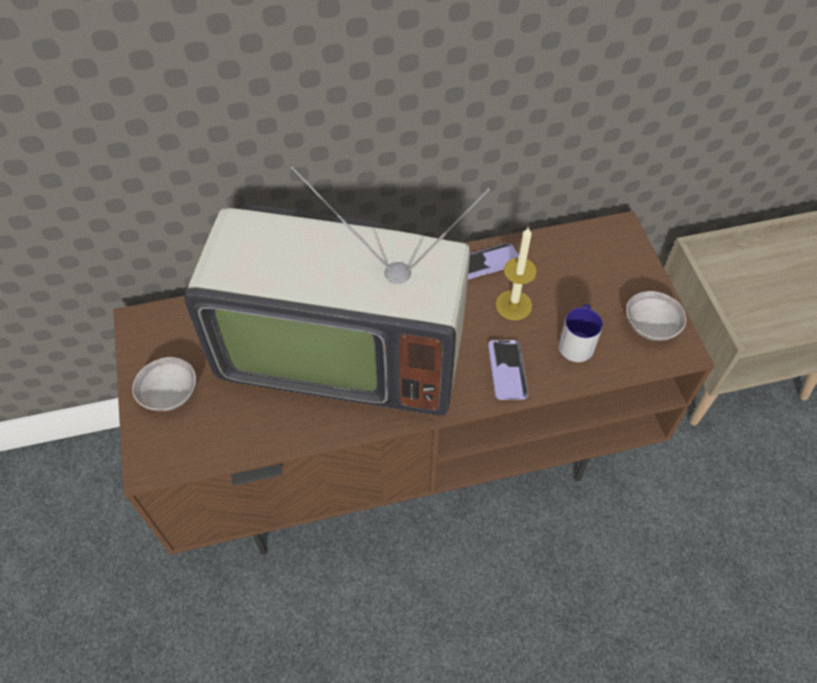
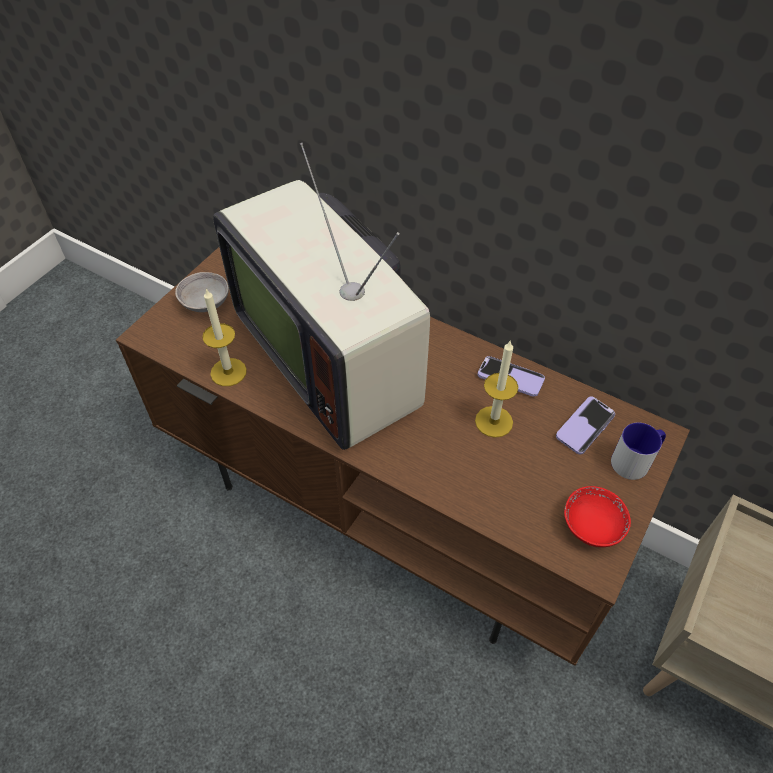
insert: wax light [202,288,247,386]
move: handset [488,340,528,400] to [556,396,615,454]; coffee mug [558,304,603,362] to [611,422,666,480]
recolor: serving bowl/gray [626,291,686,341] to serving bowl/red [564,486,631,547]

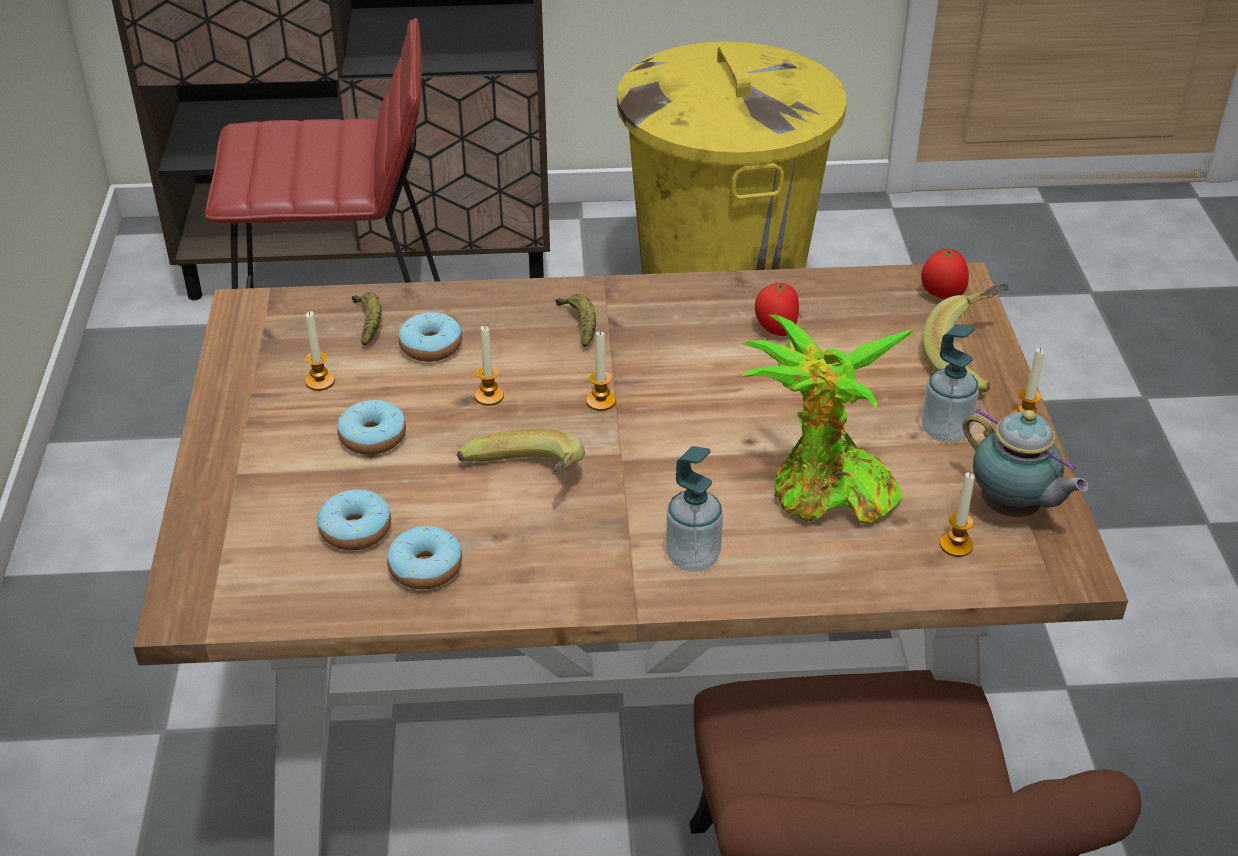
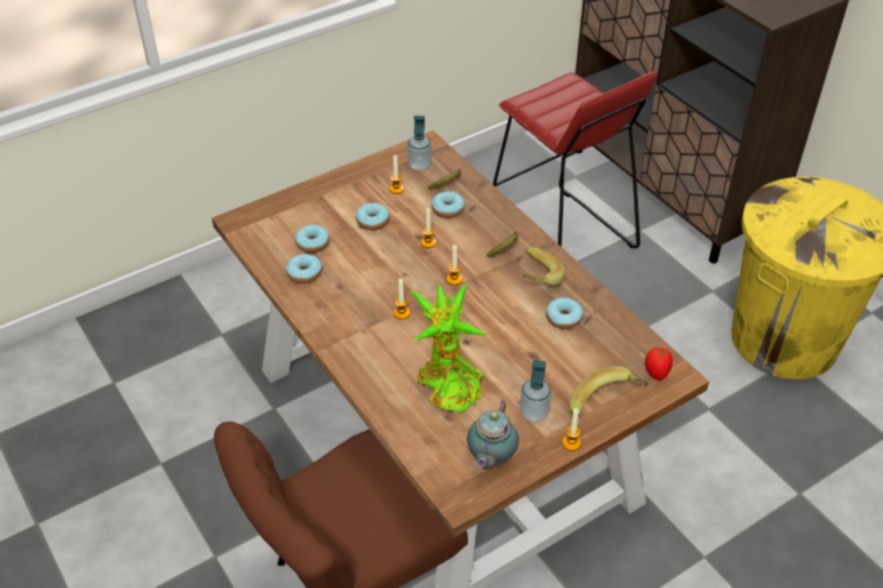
move: banana [457,428,585,474] to [523,247,565,285]; soap dispenser [666,446,723,572] to [407,115,432,171]; wax light [940,472,975,557] to [394,278,410,319]
replace: fresh tomato [755,282,799,336] to donut [546,298,583,329]

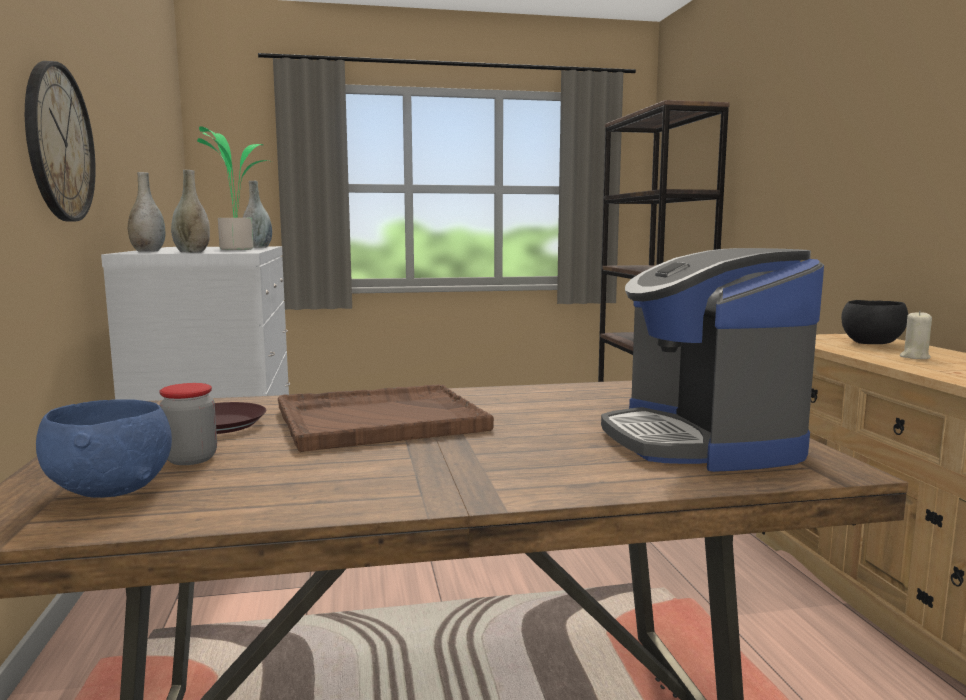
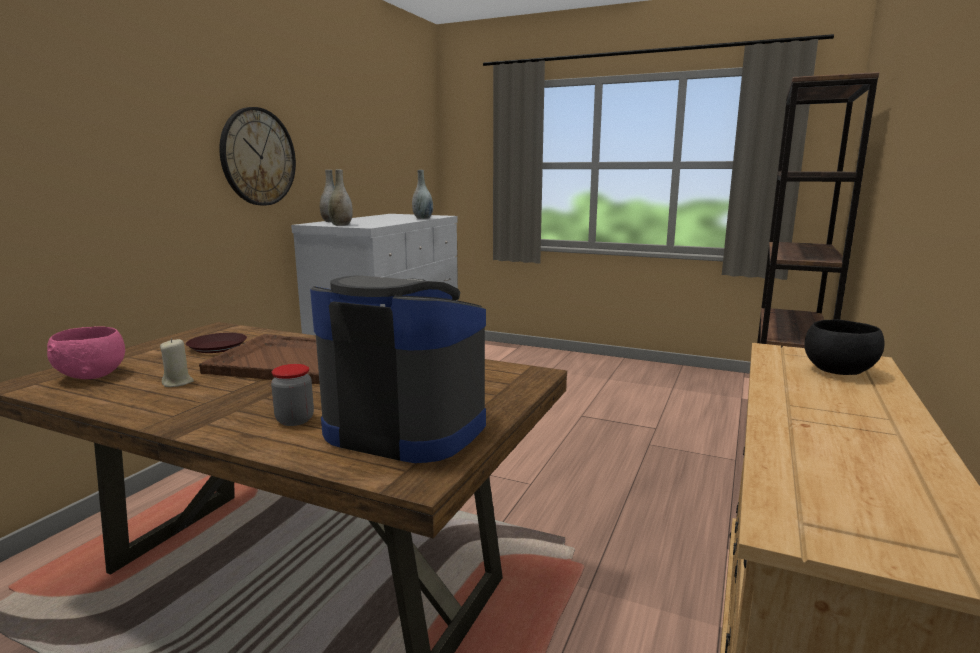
delete: plant in a pot [197,126,272,250]
move: preserve jar [159,383,217,465] to [271,364,314,426]; wax light/beige [900,311,932,359] to [160,338,194,387]
recolor: serving bowl/blue-coloured [36,399,172,498] to serving bowl/pinkish [47,326,125,379]
rotate: coffee machine [601,248,824,472] = [310,275,486,463] 90 degrees clockwise

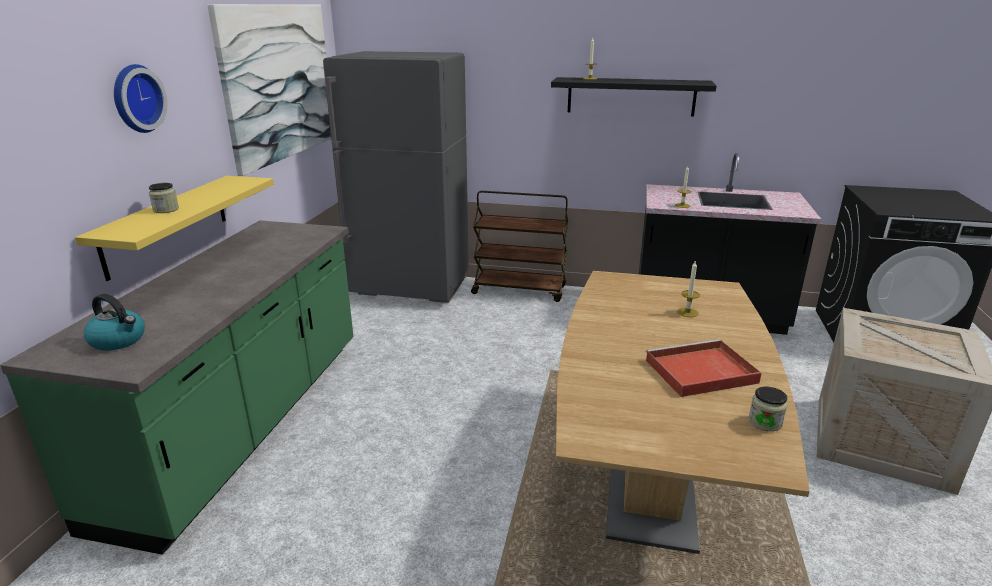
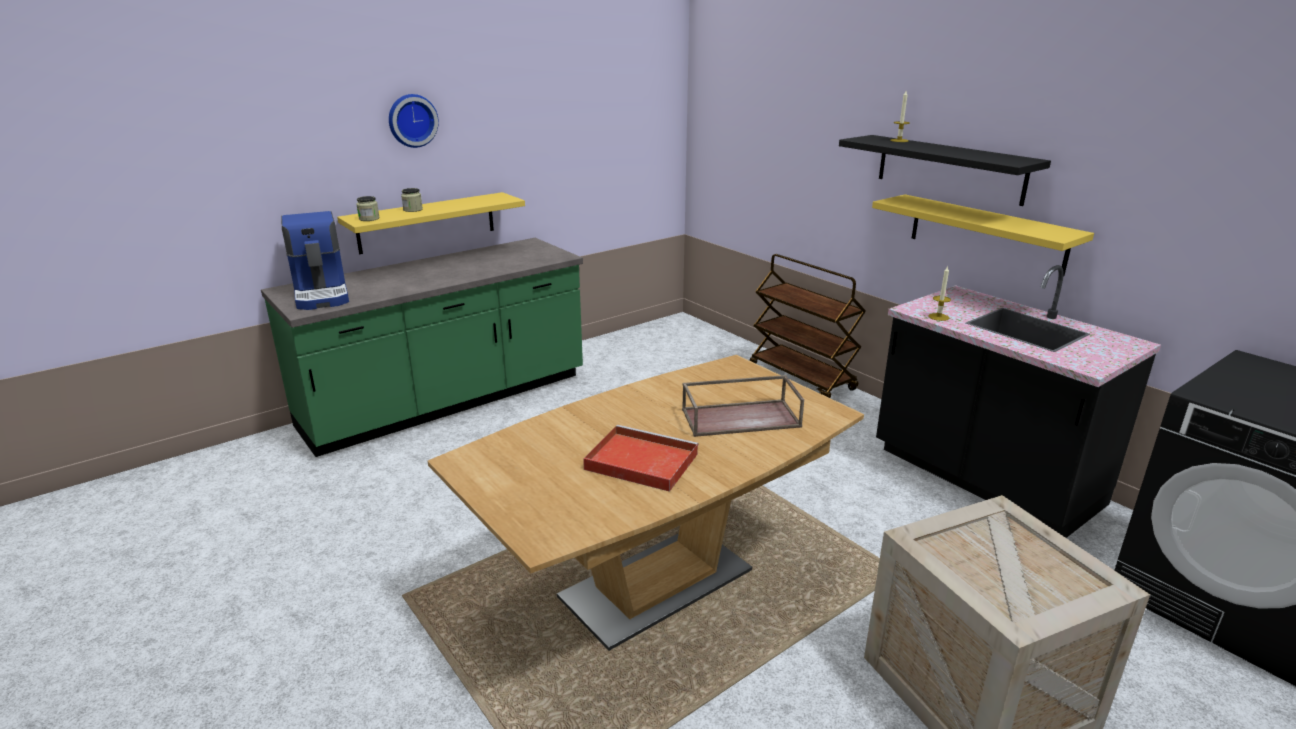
delete: wall picture [207,4,331,176]; fridge/gray [323,51,469,303]
insert: bracket shelf/yellow-coloured [872,194,1094,277]
move: preserve jar [749,387,787,432] to [356,196,379,221]
replace: water kettle [83,294,145,351] to coffee machine [281,211,349,310]; wax light [677,261,700,317] to carrying tray/brown [682,375,804,437]

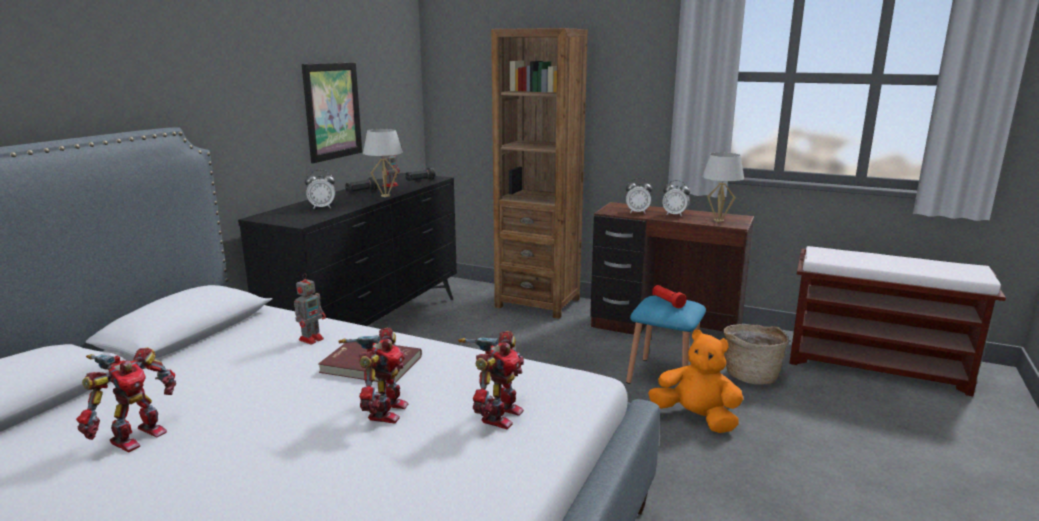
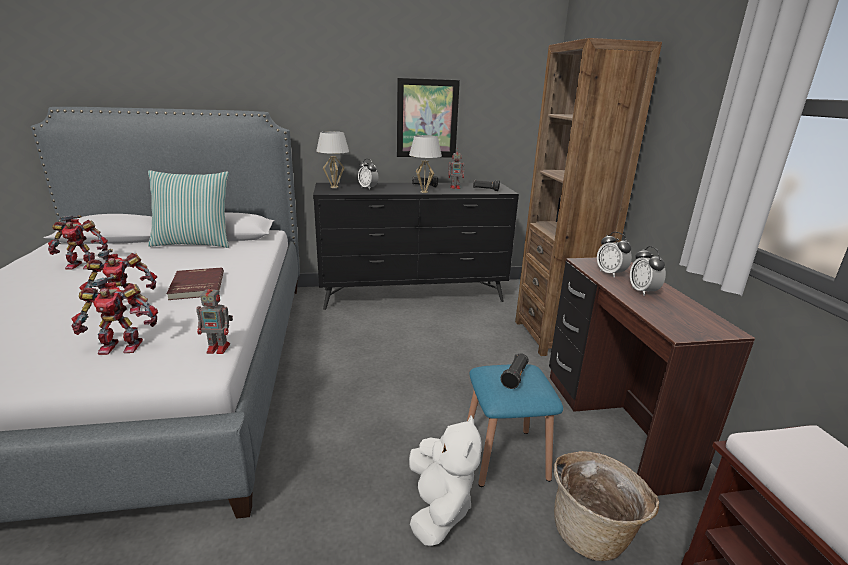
insert: throw pillow [148,170,229,248]
move: model robot [294,273,326,344] to [196,283,233,354]; tabletop lamp/white [702,153,744,222] to [316,131,349,188]
recolor: cuddly toy/orangey [648,330,743,433] to cuddly toy/white [409,416,481,546]; hand torch/red [652,285,686,308] to hand torch/blackish [500,353,529,389]

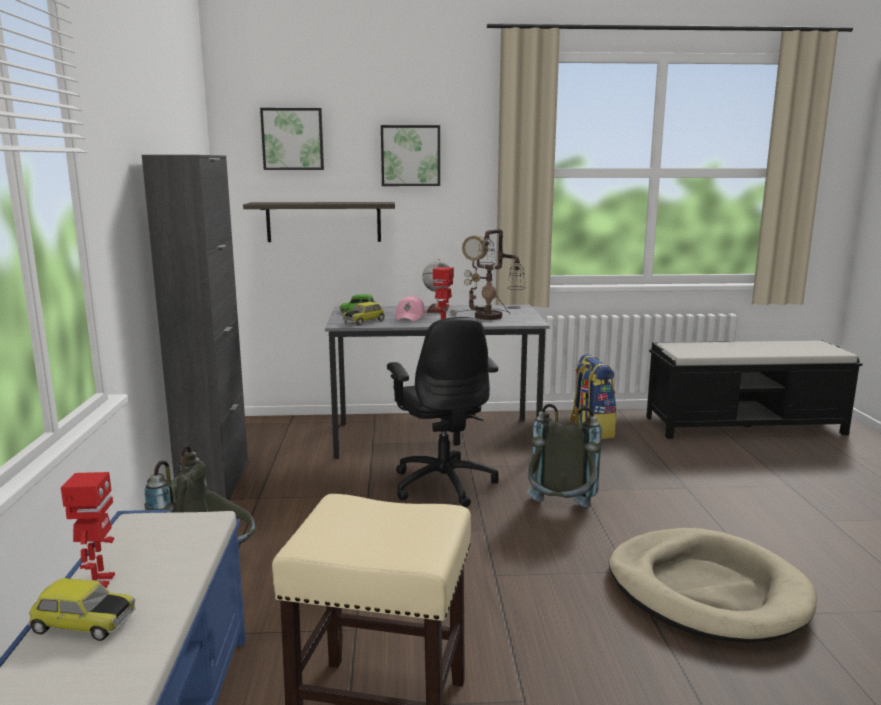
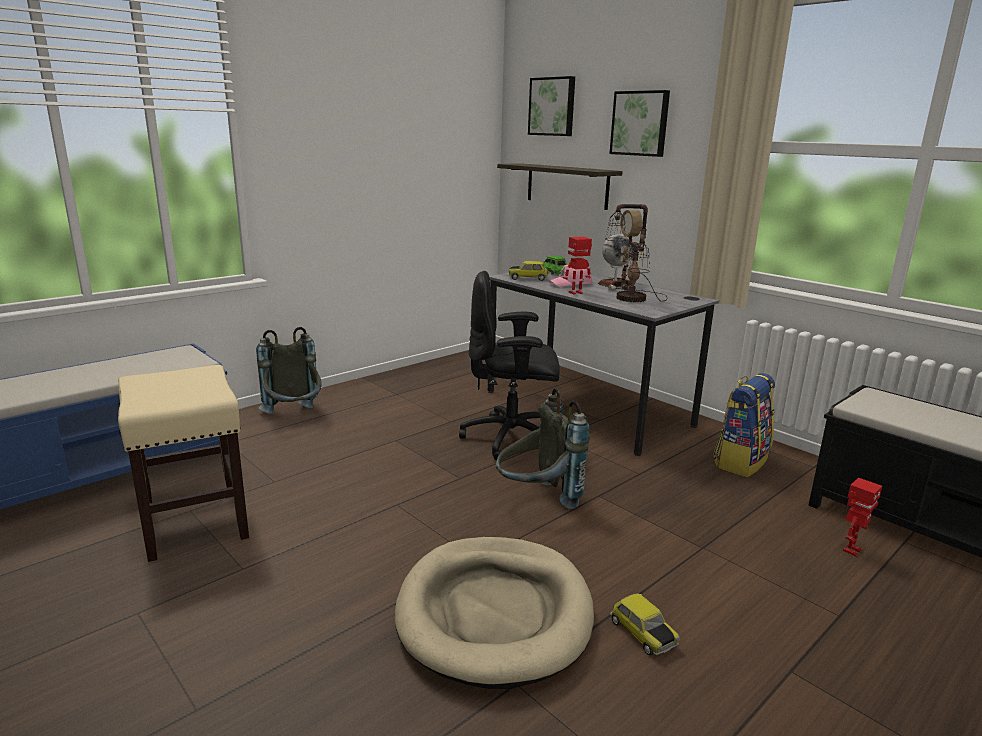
delete: storage cabinet/blackish [142,155,248,507]
move: toy car [28,578,136,641] to [610,594,680,656]; model robot [61,472,115,588] to [843,478,882,557]
rotate: office chair/blackish [387,317,499,507] = [459,271,560,461] 60 degrees clockwise

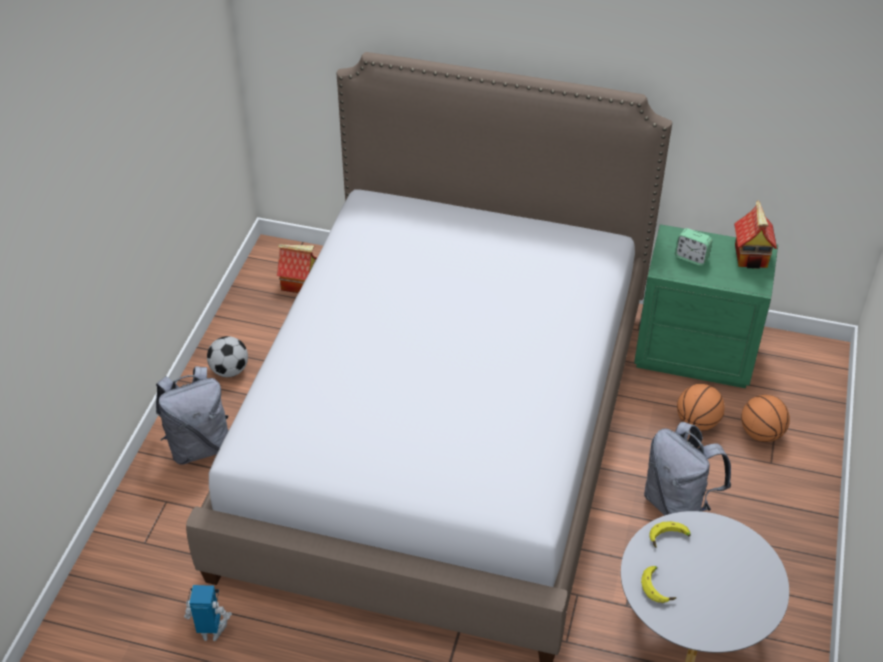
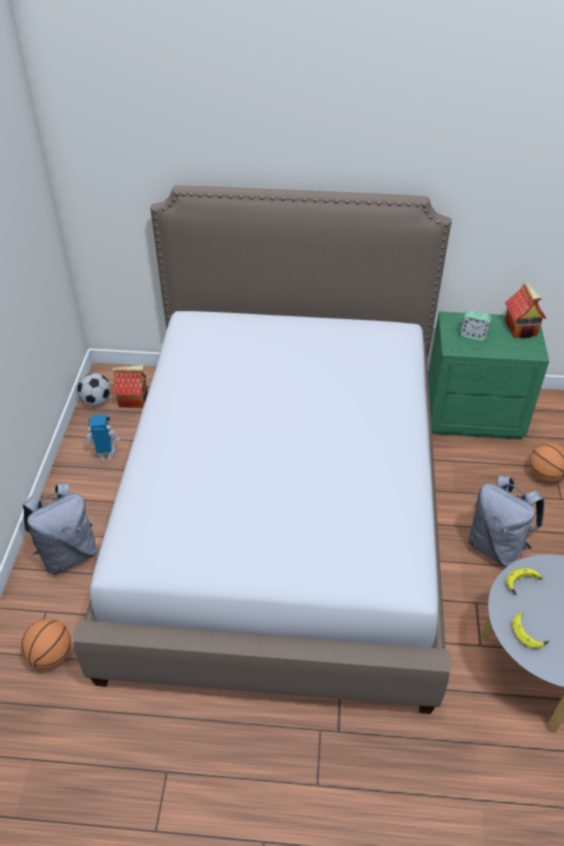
move: model robot [184,585,232,641] to [86,414,120,461]; ball for football [207,336,248,377] to [77,373,111,406]; basketball [677,384,725,431] to [21,619,71,669]

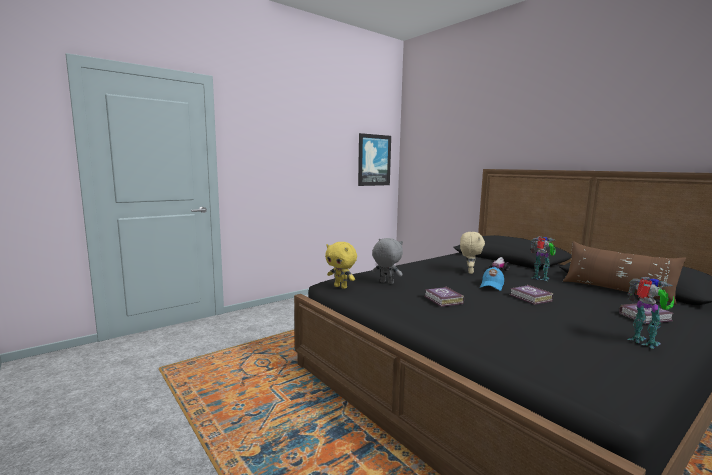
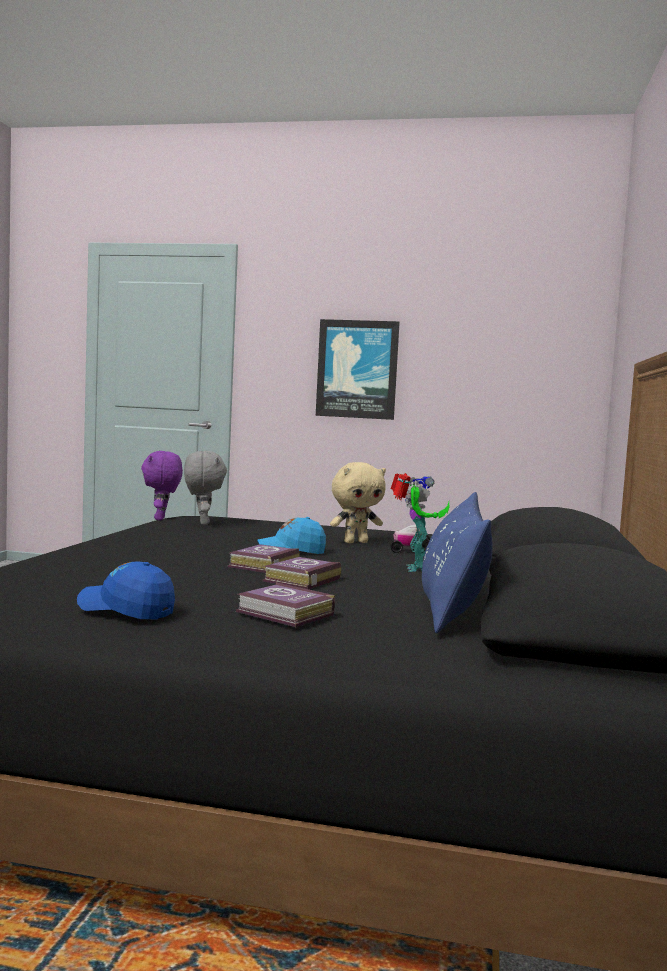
move: wall picture [358,133,391,186] to [316,319,400,420]; book [424,287,464,307] to [263,557,341,589]
replace: model robot [628,277,674,349] to baseball cap/blue-coloured [77,561,175,619]
recolor: cuddly toy/yellow-coloured [325,242,357,289] to cuddly toy/purple [141,451,183,520]; throw pillow/brown [563,241,686,305] to throw pillow/blue-coloured [422,492,493,633]

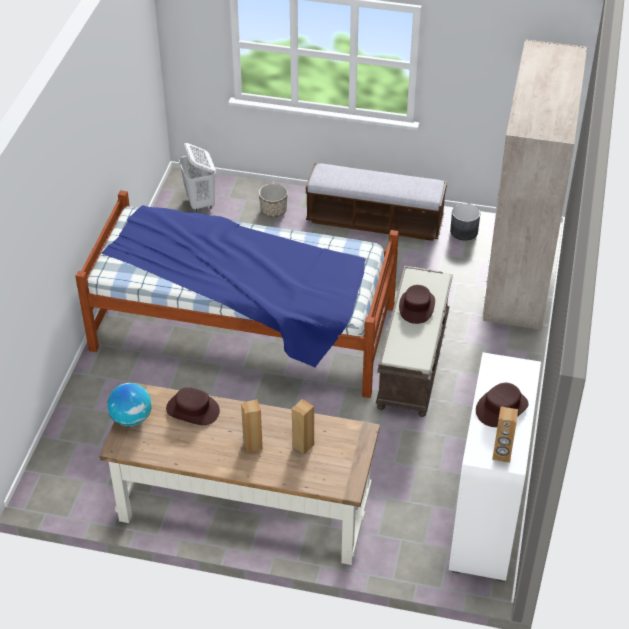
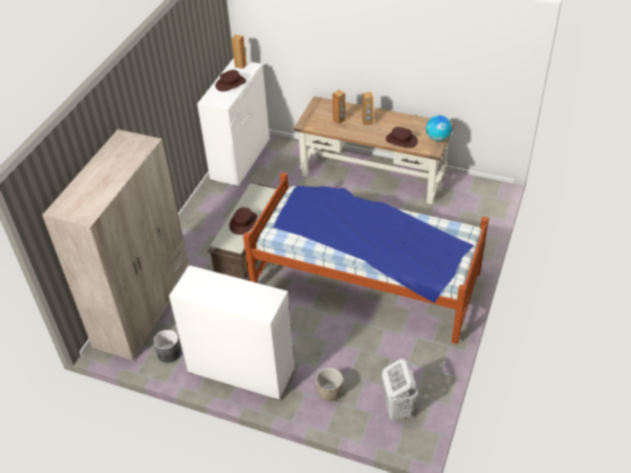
replace: indoor bench [306,163,447,241] to drawer chest/white [169,265,295,400]

